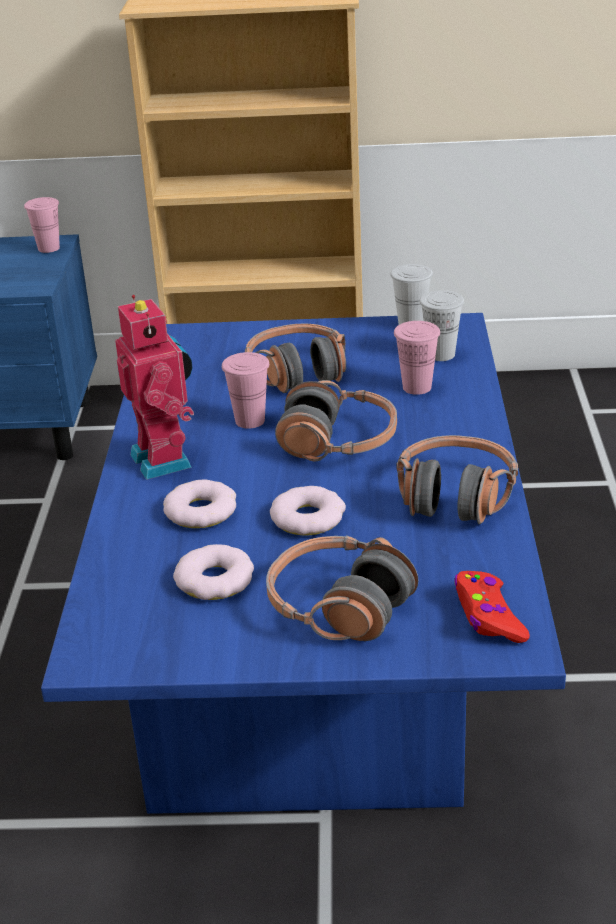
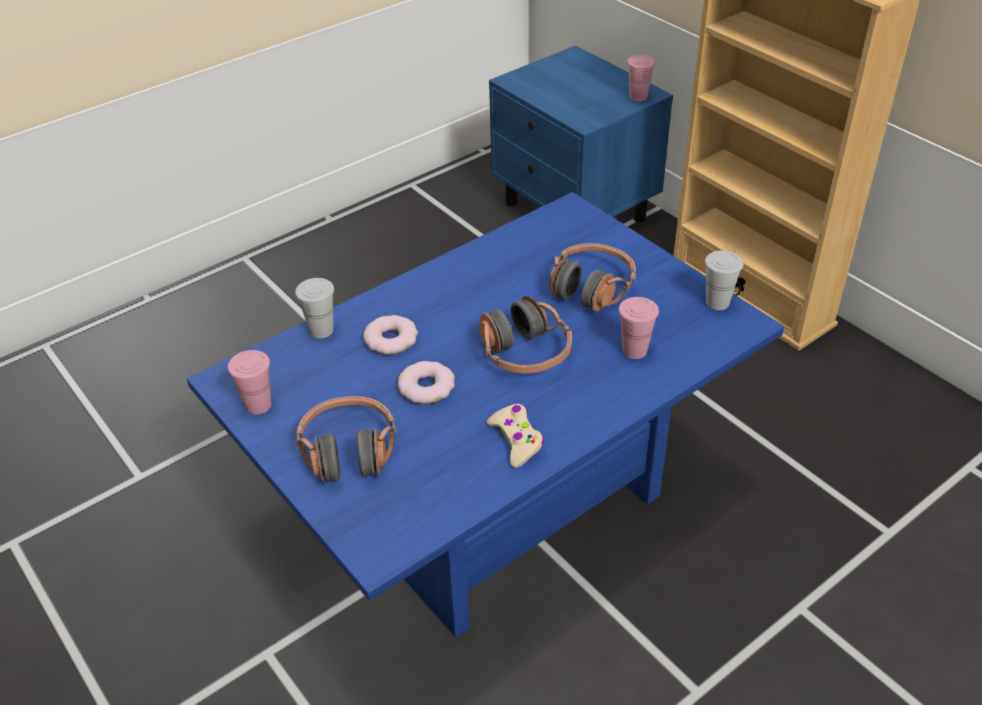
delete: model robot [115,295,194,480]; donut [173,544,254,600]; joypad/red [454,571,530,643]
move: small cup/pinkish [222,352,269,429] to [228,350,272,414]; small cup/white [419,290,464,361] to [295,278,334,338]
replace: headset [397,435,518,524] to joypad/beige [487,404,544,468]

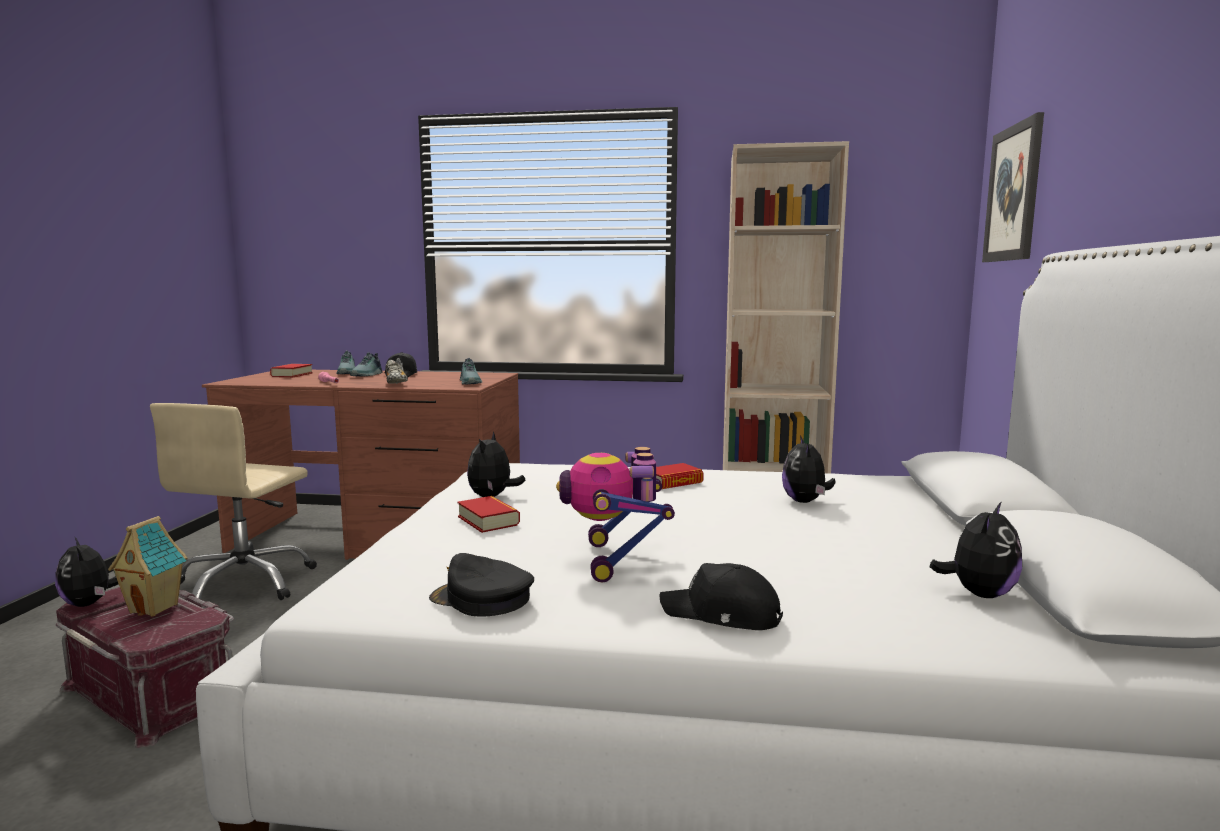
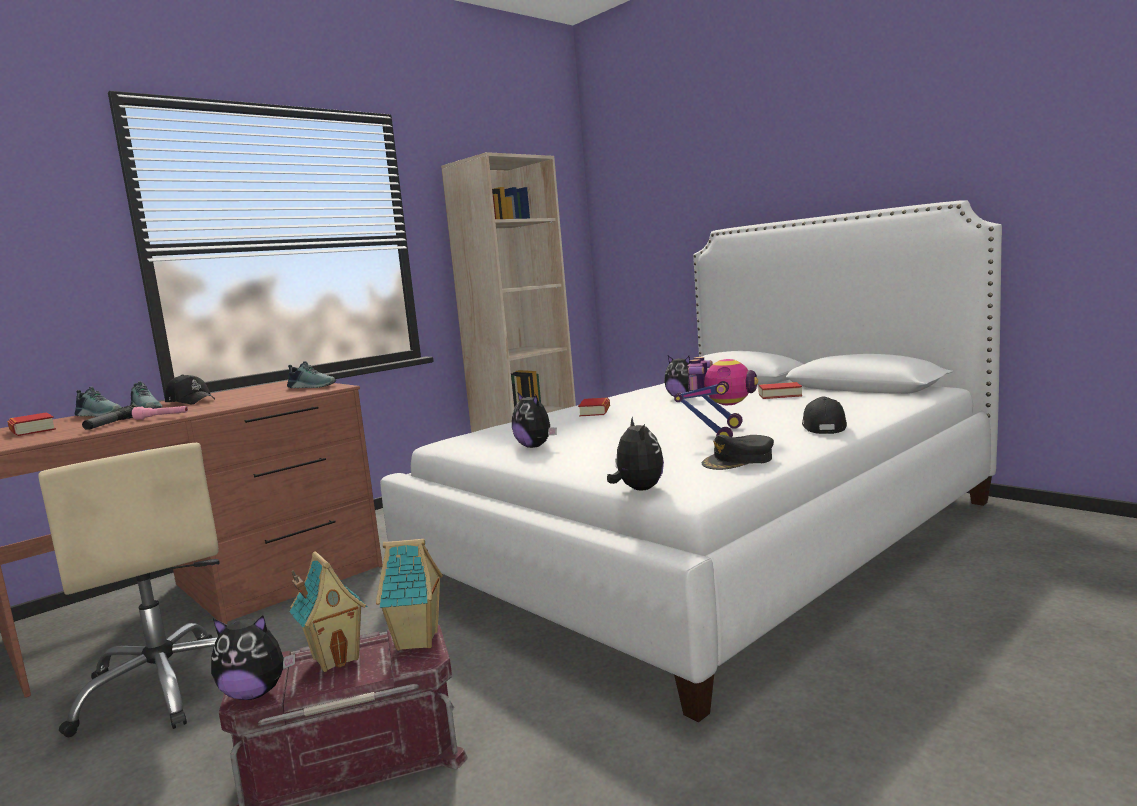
delete: item of footwear [386,360,408,384]; wall picture [982,112,1044,262]
insert: hand torch [82,404,139,430]; miniature house [376,539,443,651]
move: book [457,496,520,533] to [758,382,802,399]; cuddly toy [929,501,1022,598] to [607,416,664,490]
rotate: model robot [556,447,675,582] = [674,357,758,437] 105 degrees counterclockwise; baseball cap/blackish [659,563,783,630] = [802,396,847,434] 135 degrees clockwise

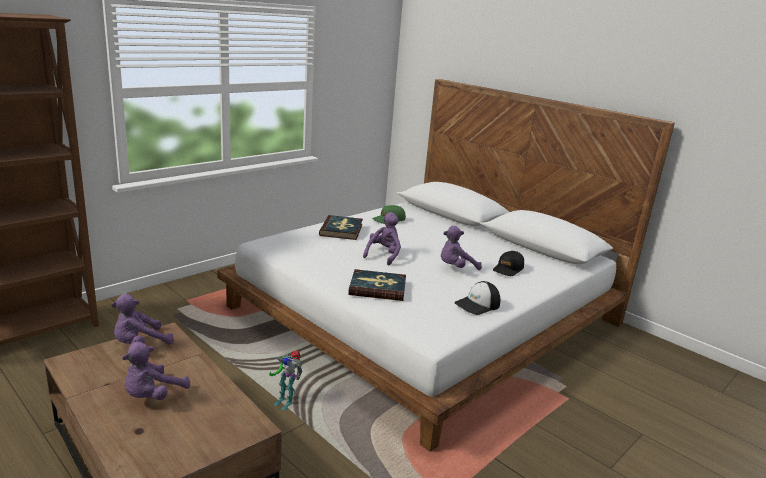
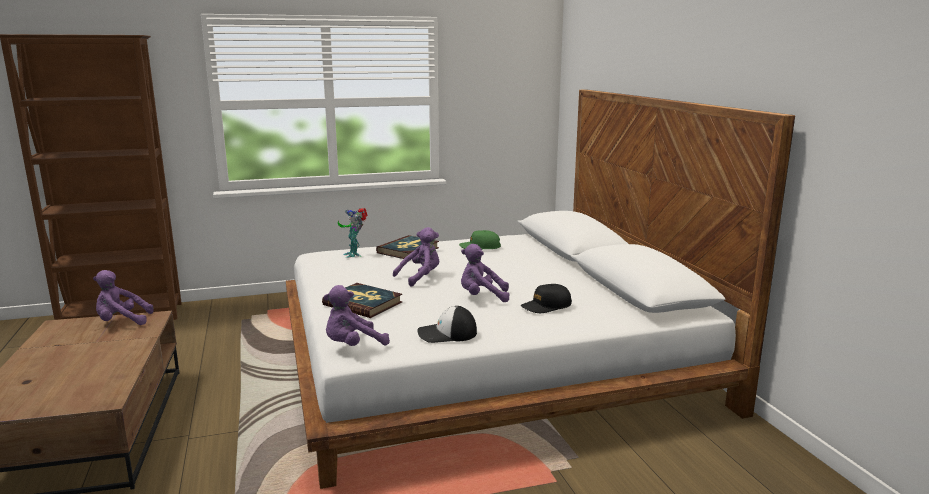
move: cuddly toy/purple [122,341,190,400] to [324,285,390,346]; model robot [270,351,303,410] to [338,208,368,258]

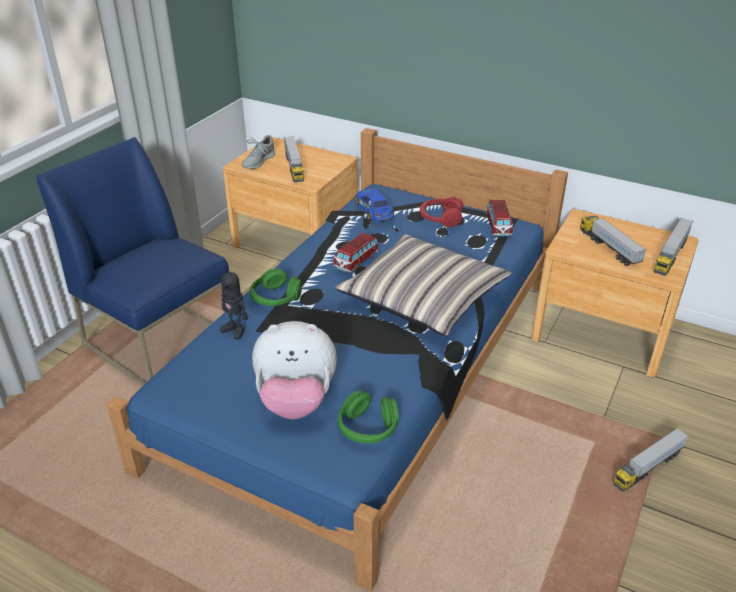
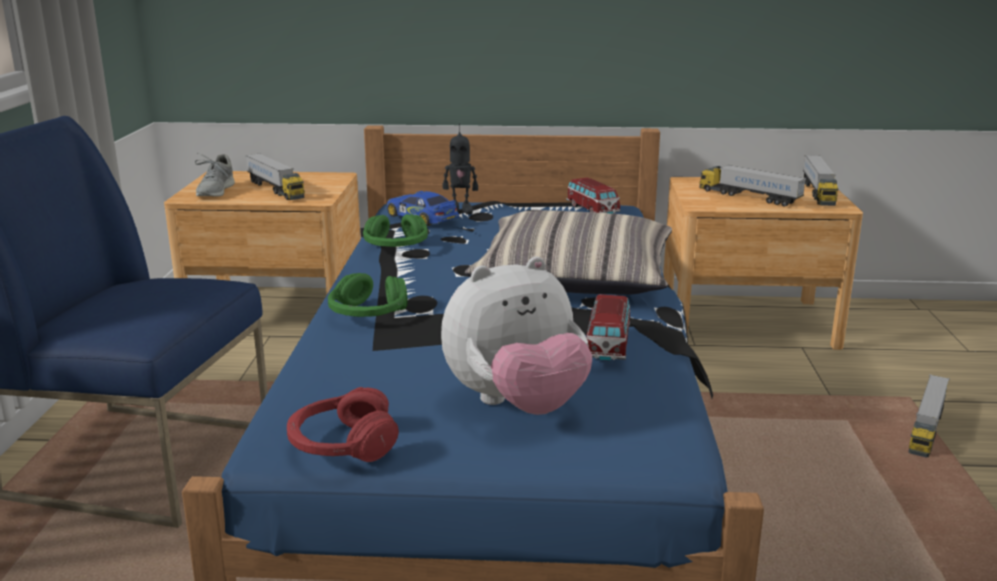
move: model robot [220,265,248,340] to [443,124,478,215]; toy car [333,233,379,273] to [586,294,630,361]; headset/green-coloured [338,391,399,443] to [363,214,428,247]; headset/red [420,197,463,227] to [287,387,399,462]

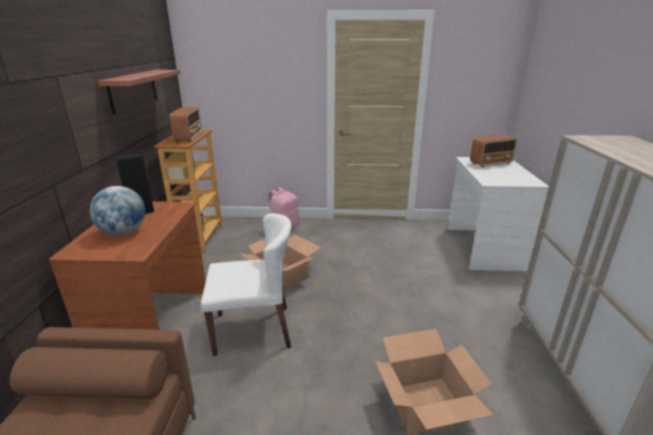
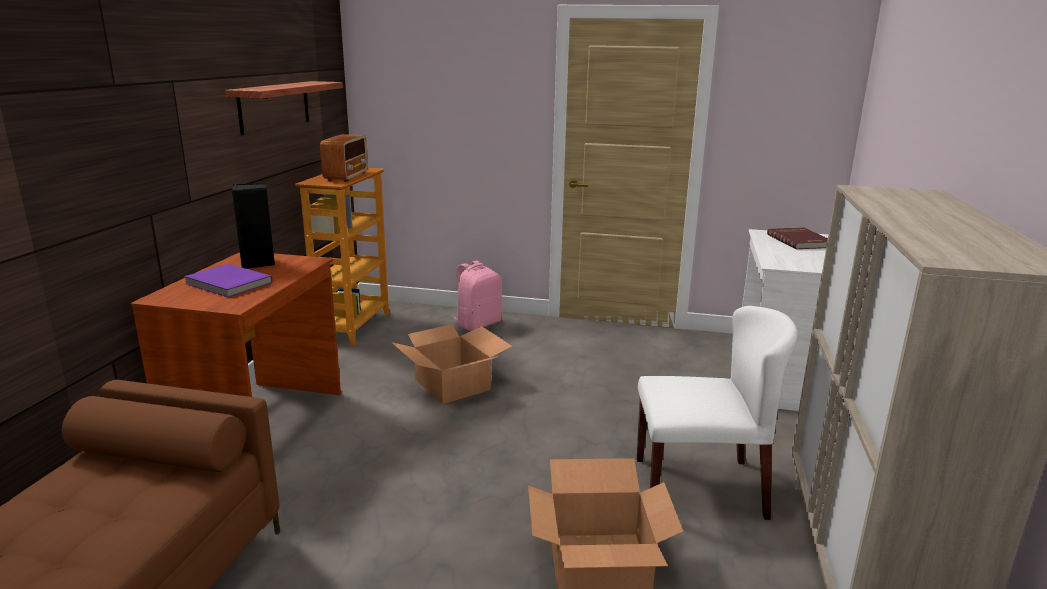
move: upright chair/white [201,213,292,356] to [637,306,798,520]
replace: world globe [90,186,145,235] to book/purple [184,264,273,297]; radio [470,135,518,167] to book/red [767,227,828,249]

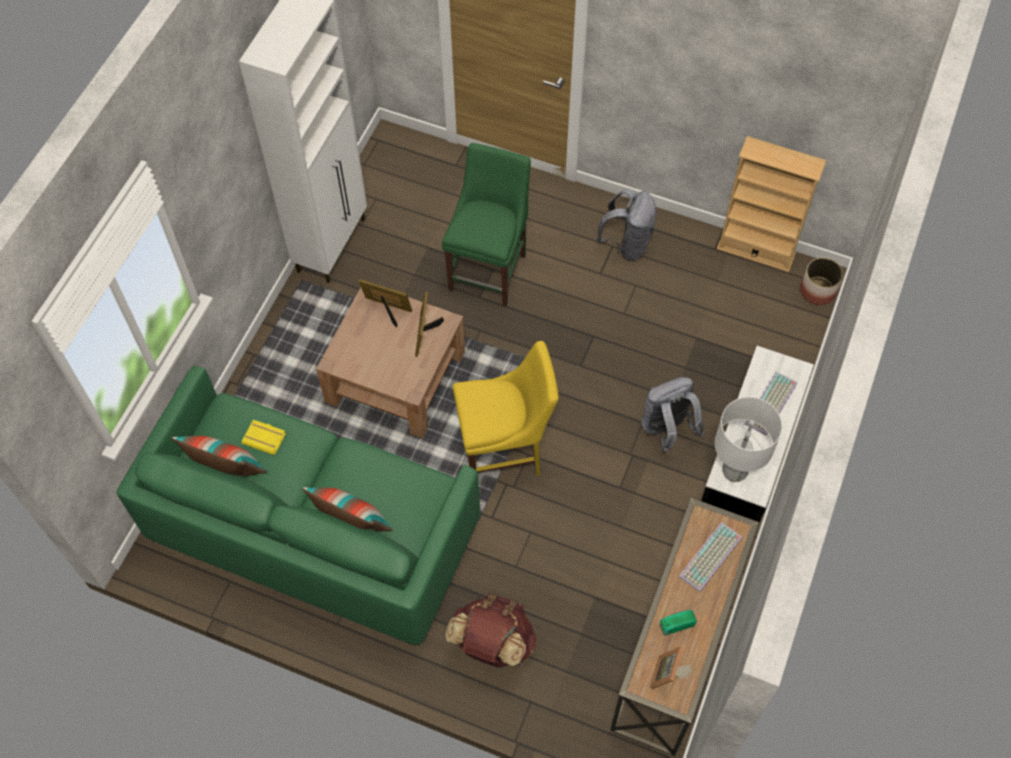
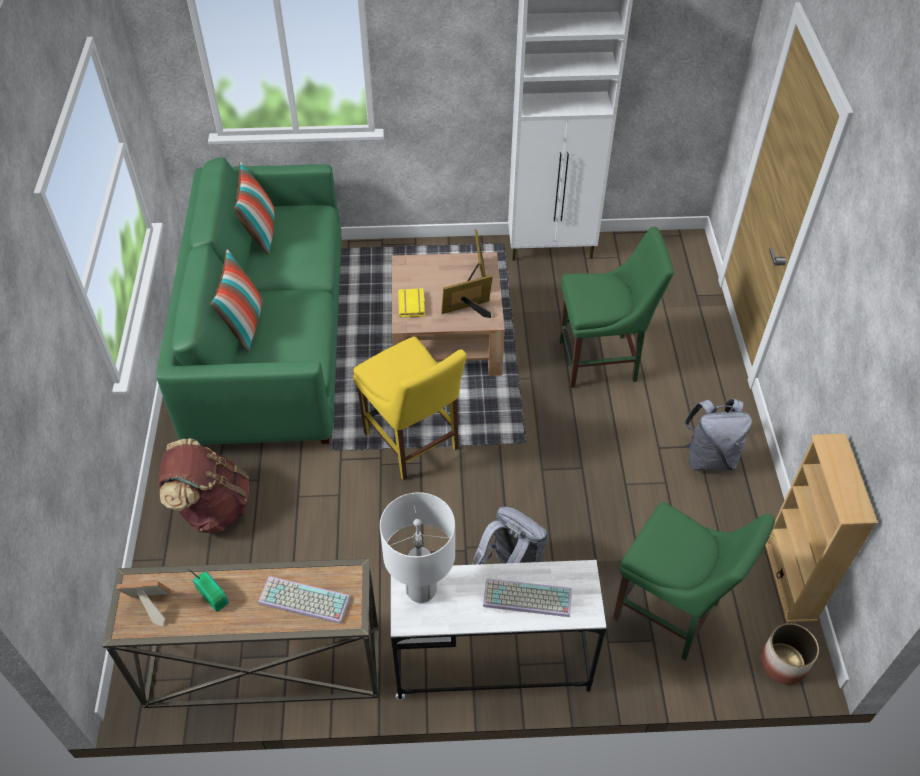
insert: upright chair/green-coloured [613,502,775,661]
move: book/yellow-coloured [242,420,286,455] to [398,288,425,317]

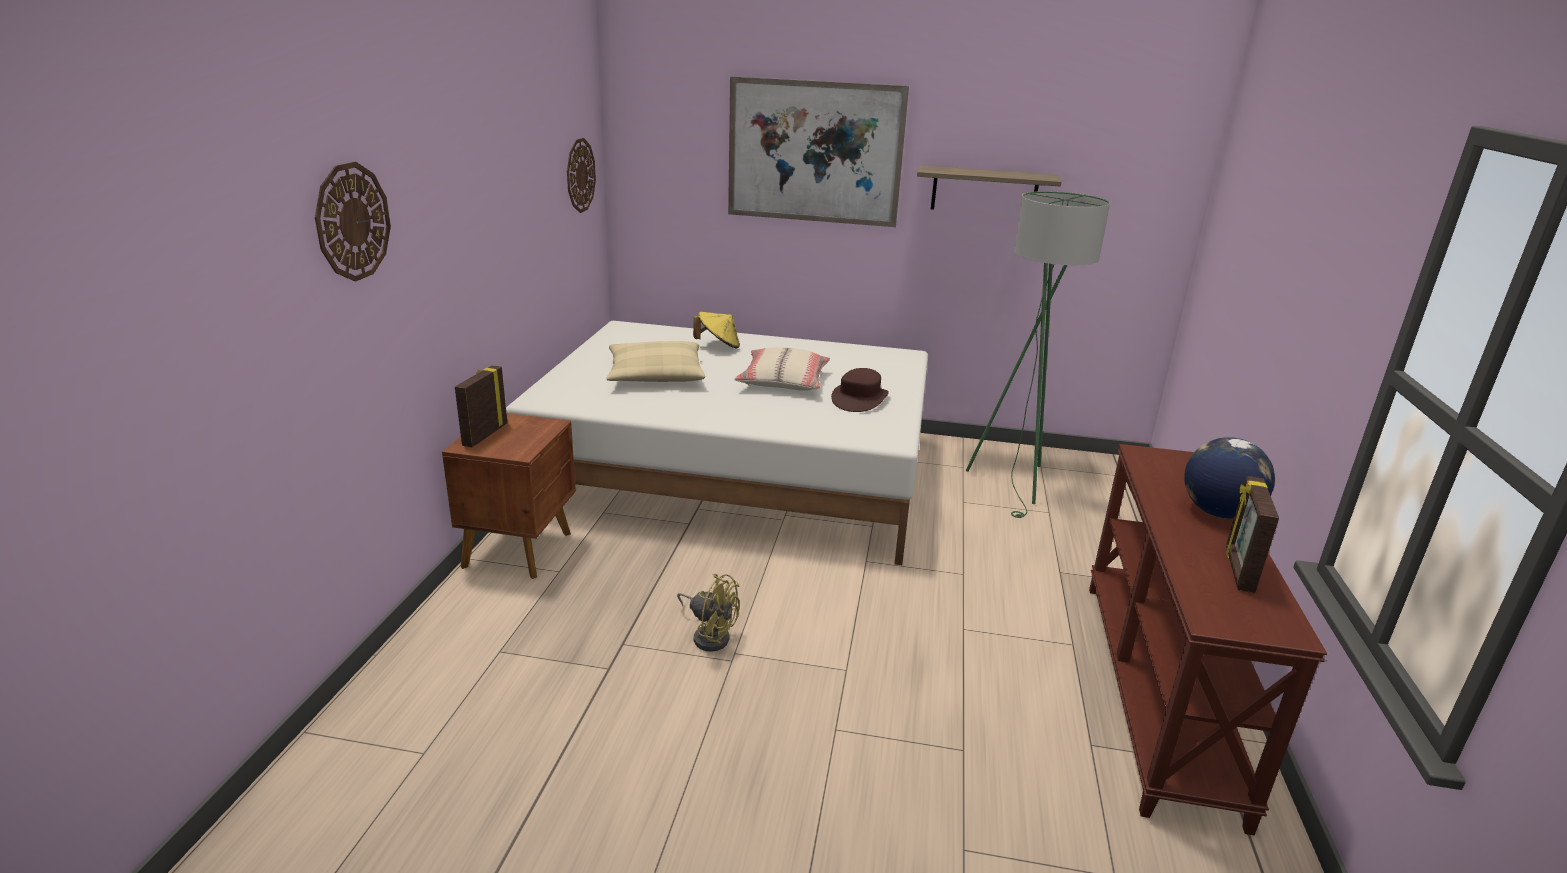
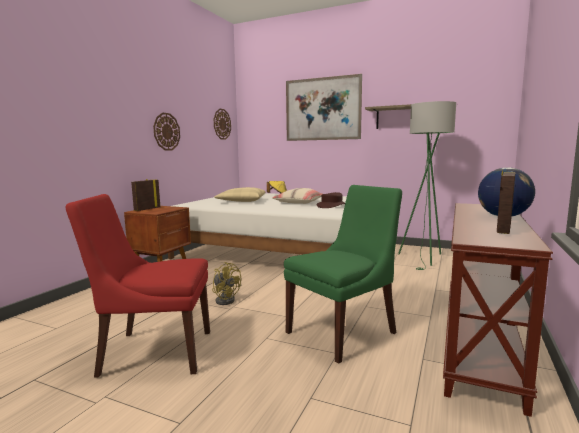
insert: upright chair/red [66,194,210,377]; upright chair/green-coloured [284,185,402,364]
move: wall clock [315,162,391,281] to [153,113,180,151]

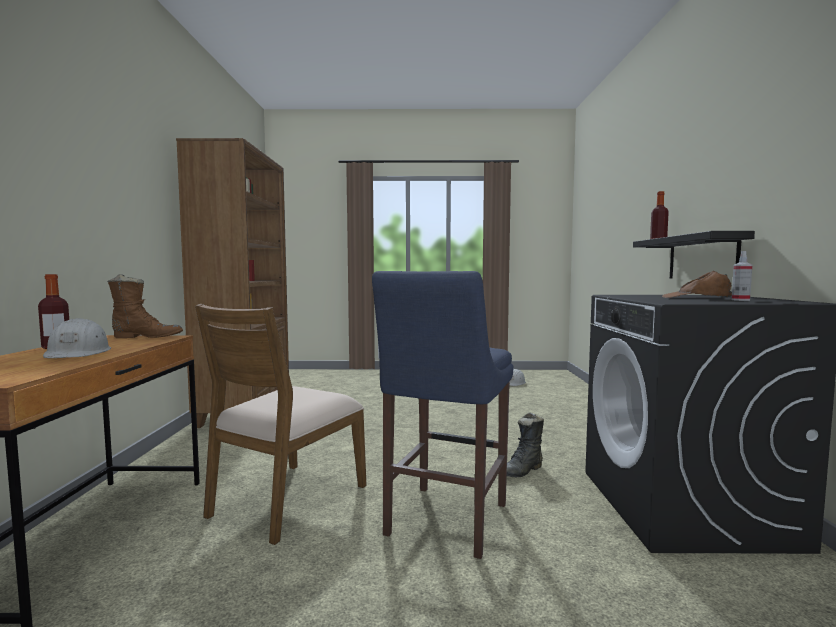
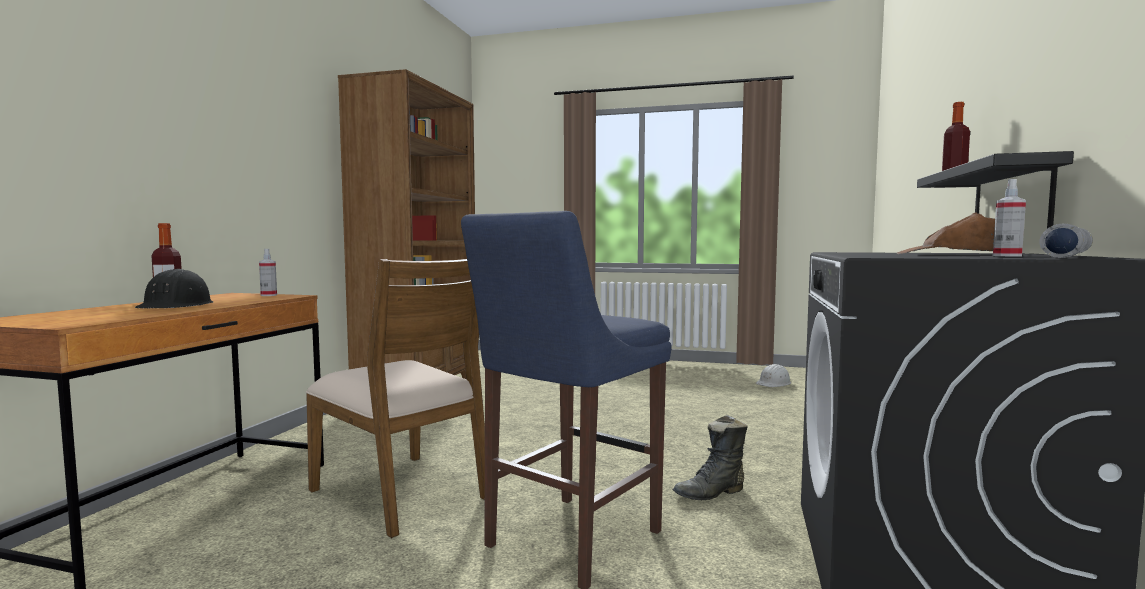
insert: hand torch/gray [1039,224,1093,258]
replace: tall boot/brown [108,274,183,338] to hand sprayer [259,249,277,296]
recolor: work helmet/white [43,318,111,358] to work helmet/blackish [135,269,213,308]
rotate: upright chair/brown [195,304,367,545] = [306,259,485,538] 90 degrees counterclockwise

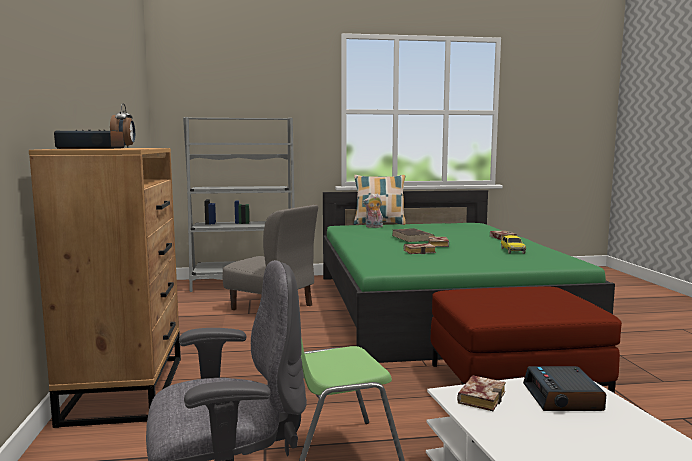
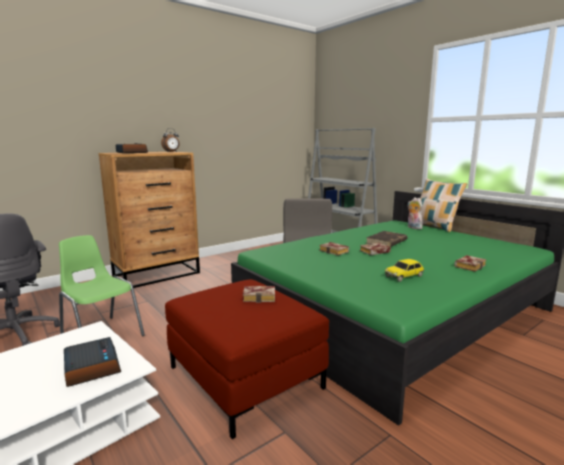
move: book [457,375,506,411] to [243,286,275,303]
rotate: alarm clock [523,366,606,411] = [64,337,121,387] 90 degrees clockwise

